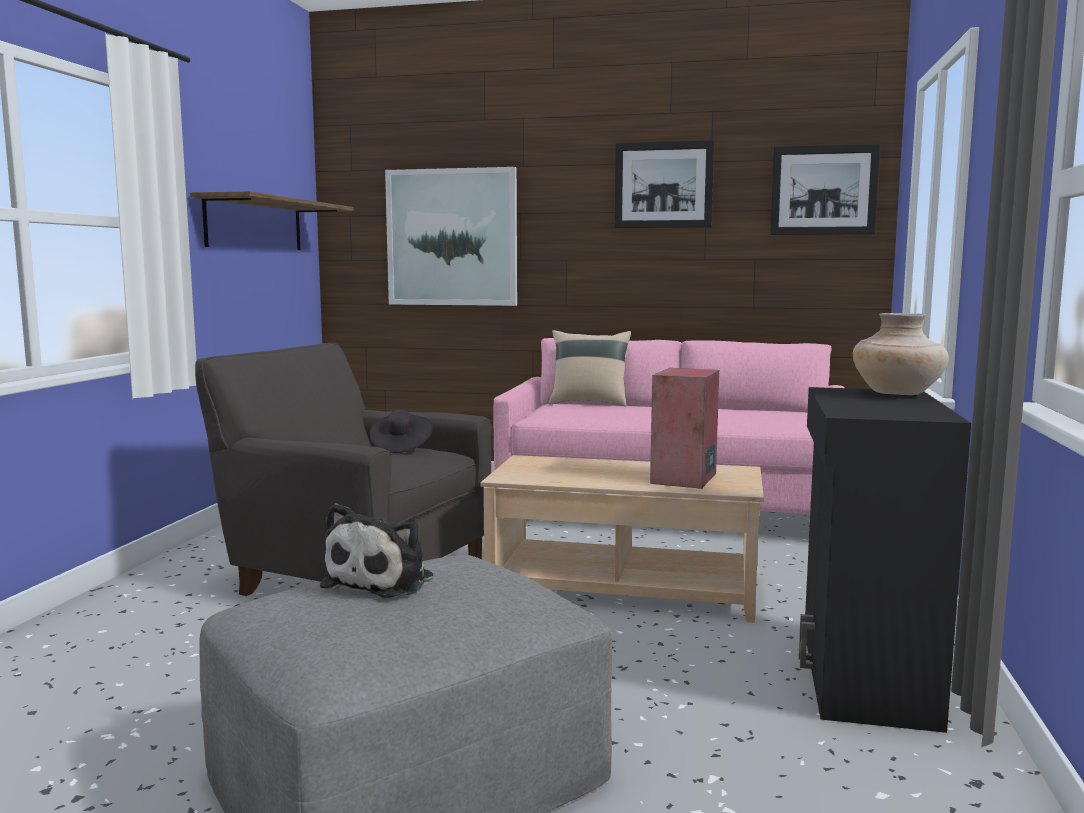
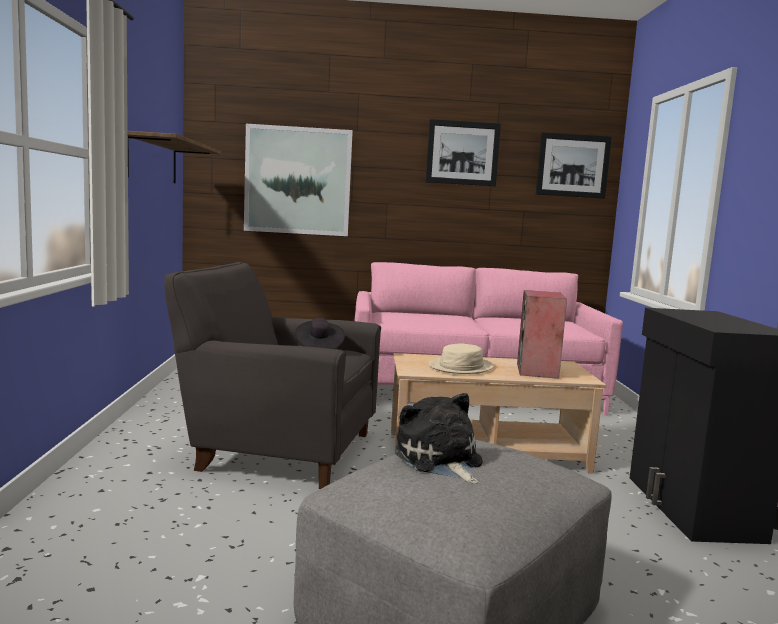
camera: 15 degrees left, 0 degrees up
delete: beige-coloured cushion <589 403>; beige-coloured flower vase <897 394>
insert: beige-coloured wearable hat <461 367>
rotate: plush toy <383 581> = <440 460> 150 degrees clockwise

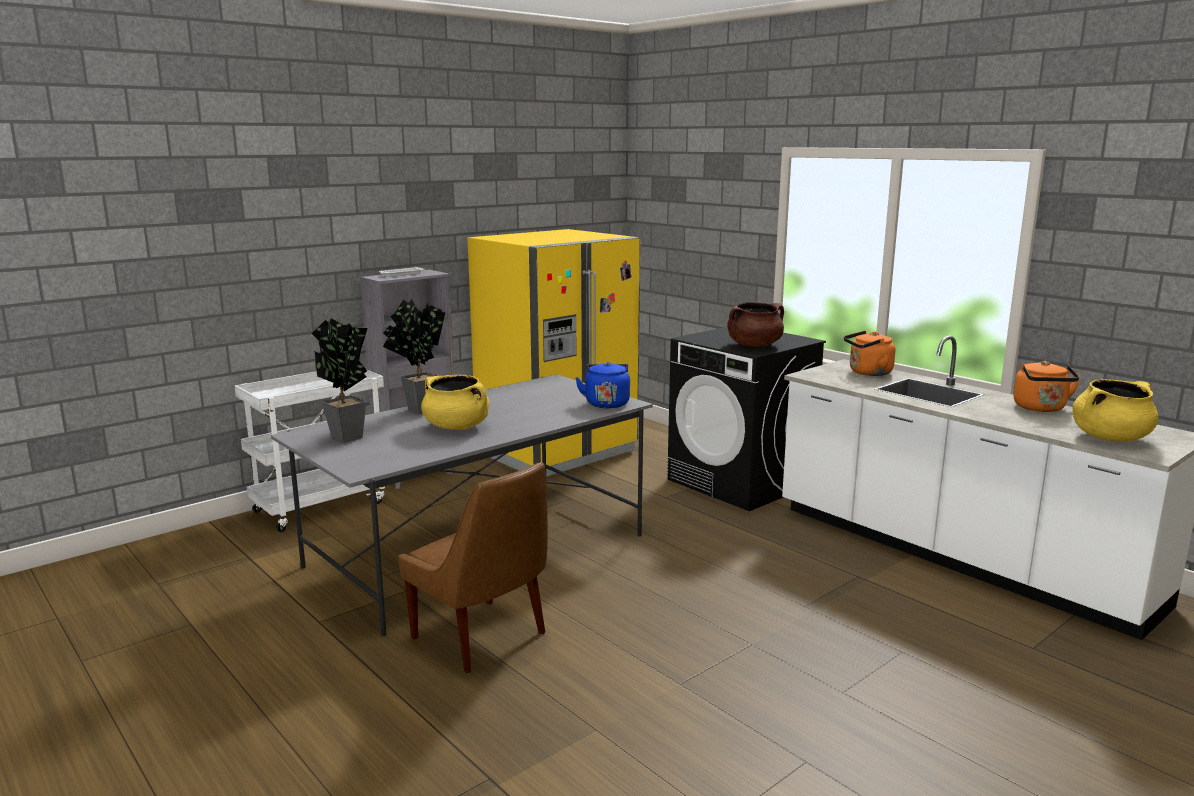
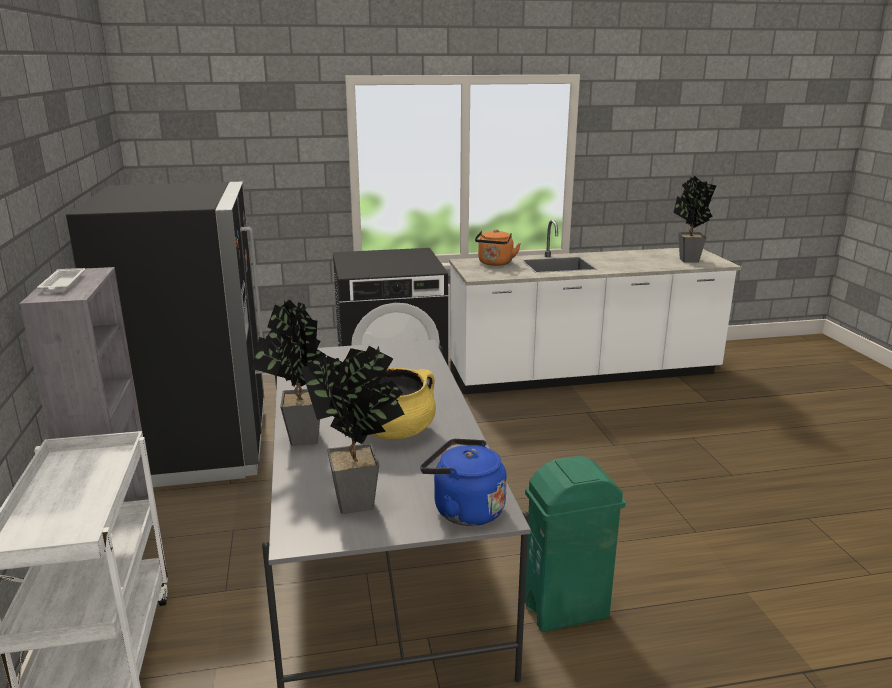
camera: 60 degrees left, 5 degrees up
delete: brown-coloured stockpot <754 345>; orangey tea kettle <1041 408>
move: blue-coloured tea kettle <606 403> to <464 510>
replace: brown-coloured upright chair <482 638> to green-coloured trash can <567 611>; yellowish stockpot <1110 438> to plant in a pot <688 261>
recolor: yellowish kitchen fridge <557 452> to black kitchen fridge <199 446>

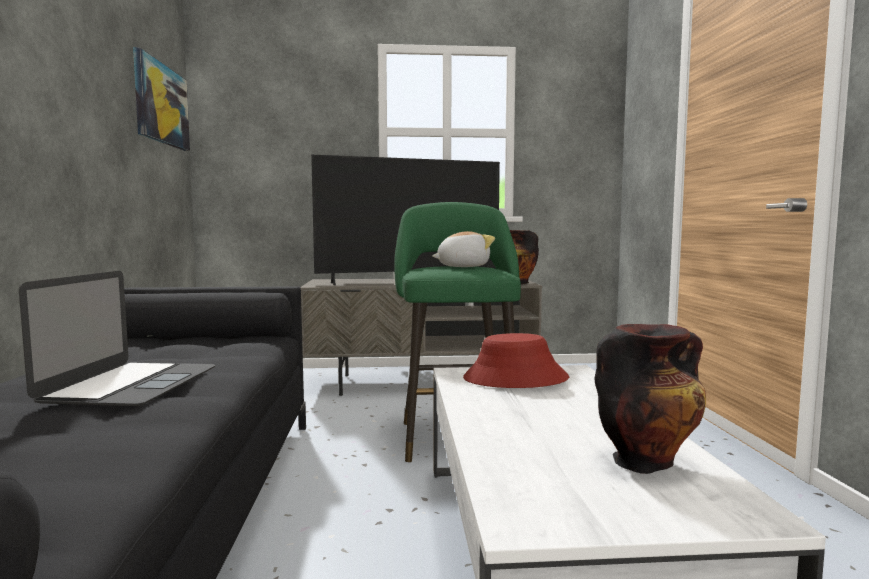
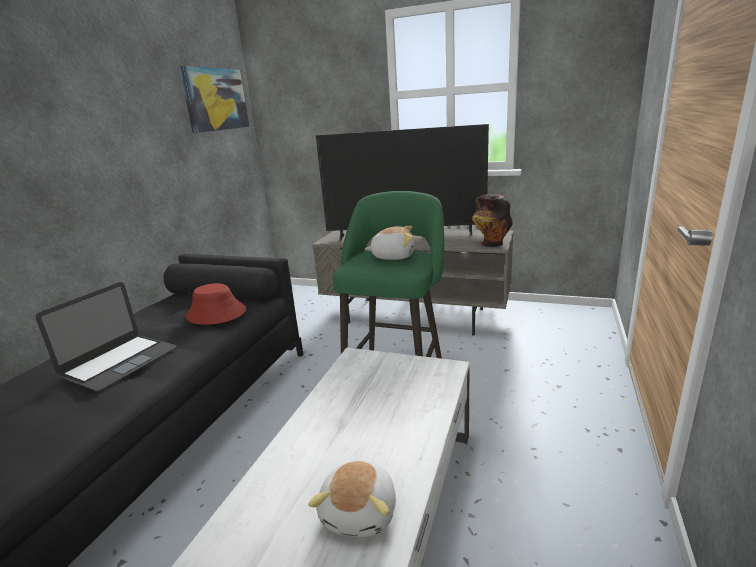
camera: 25 degrees right, 15 degrees up
move: red wearable hat <515 379> to <216 314>
replace: flower vase <645 460> to plush toy <361 512>

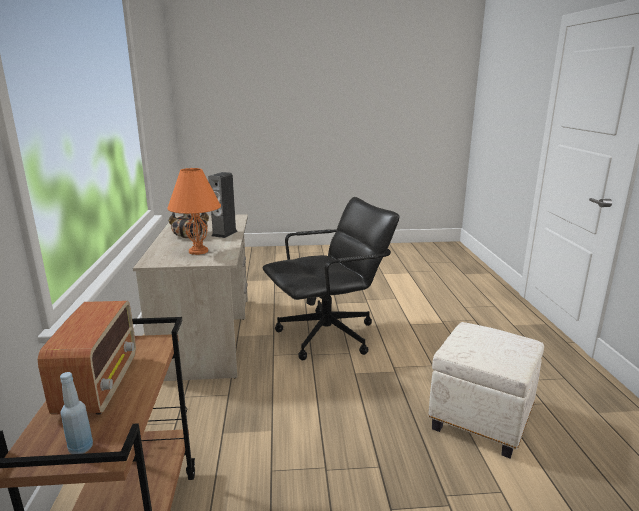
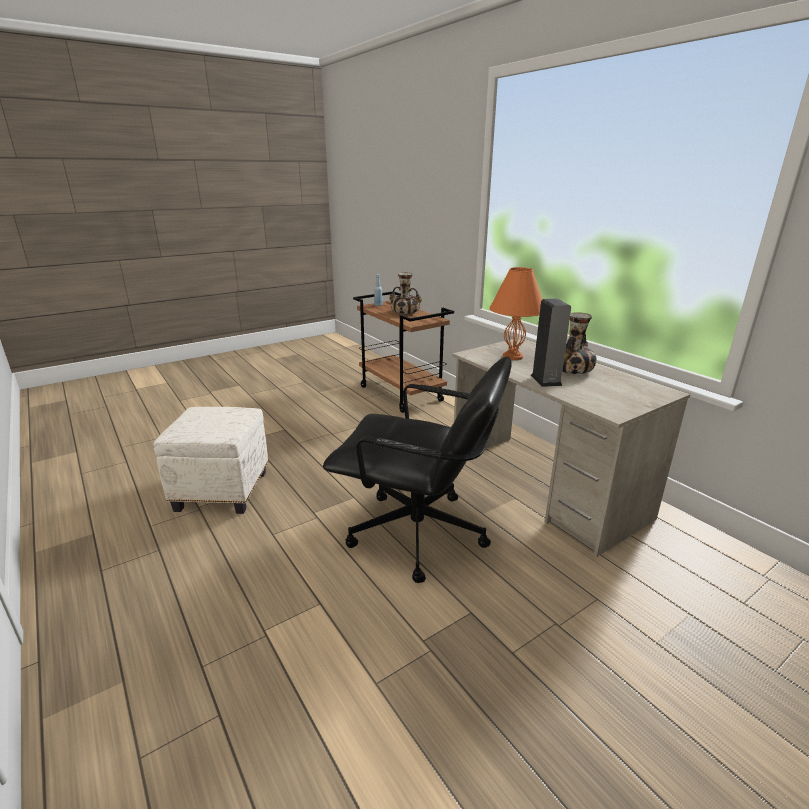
camera: 150 degrees right, 5 degrees up
replace: radio <100 384> to flower vase <405 312>
rotate: black computer chair <328 336> = <419 534> 105 degrees counterclockwise

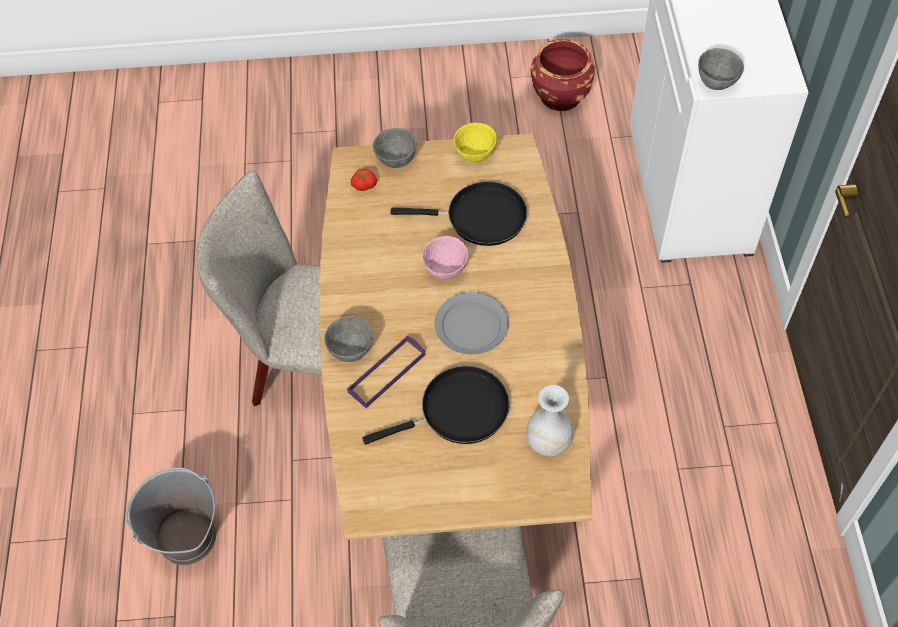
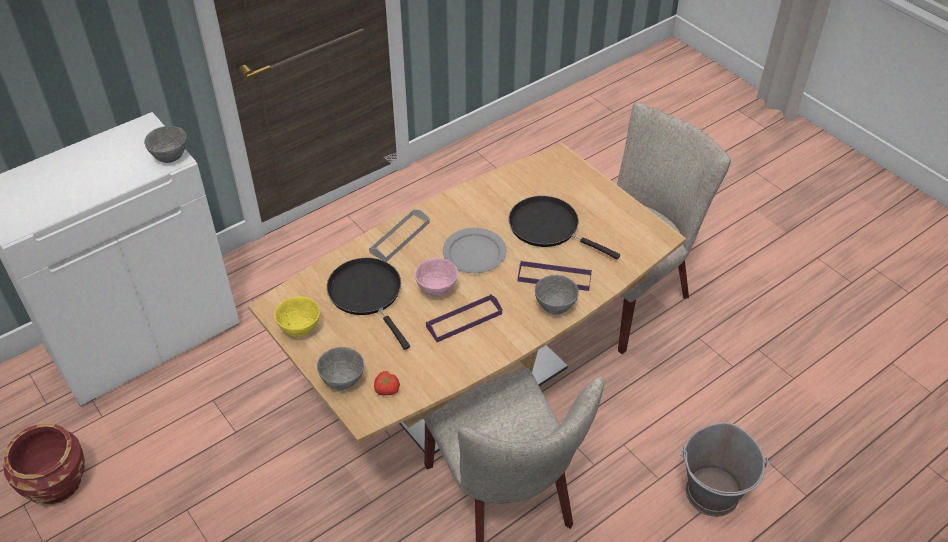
camera: 125 degrees left, 10 degrees down
delete: white flower vase <548 443>
insert: grey carrying tray <400 237>; purple carrying tray <464 320>

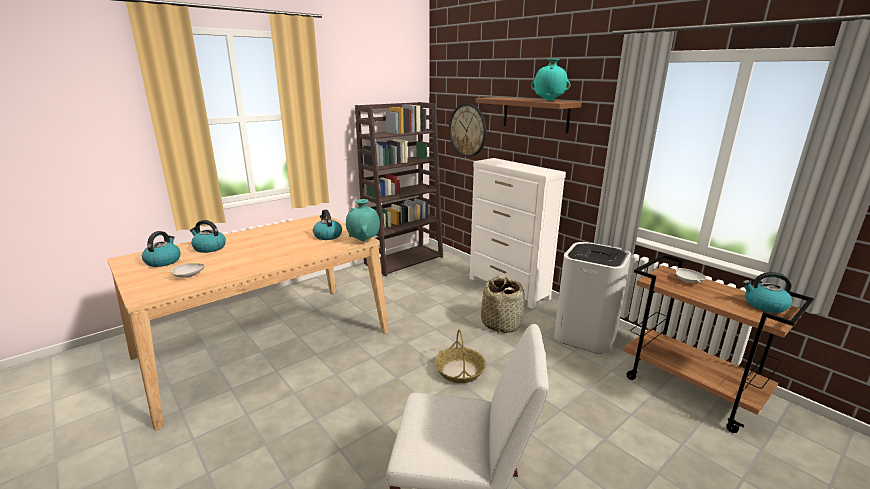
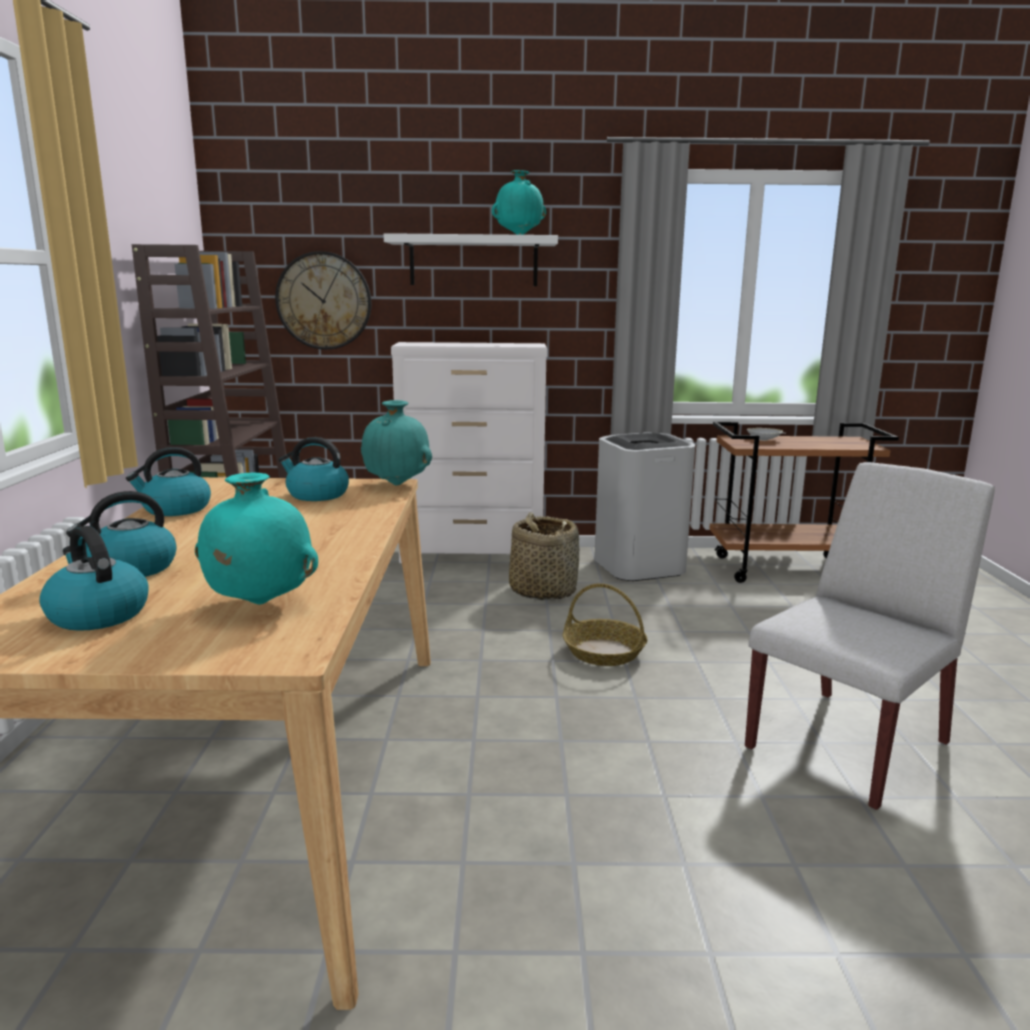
camera: 50 degrees left, 5 degrees down
move: tea kettle <764 305> to <175 509>
replace: white bowl <188 276> to turquoise-coloured flower vase <259 604>
recolor: brown-coloured wall shelf <535 114> to white wall shelf <473 261>

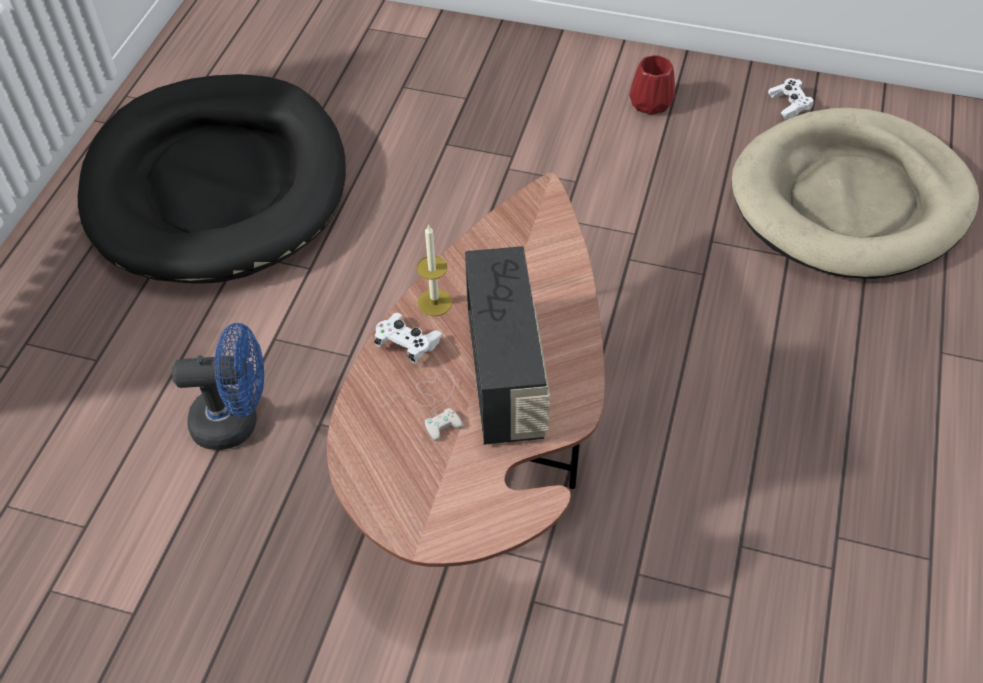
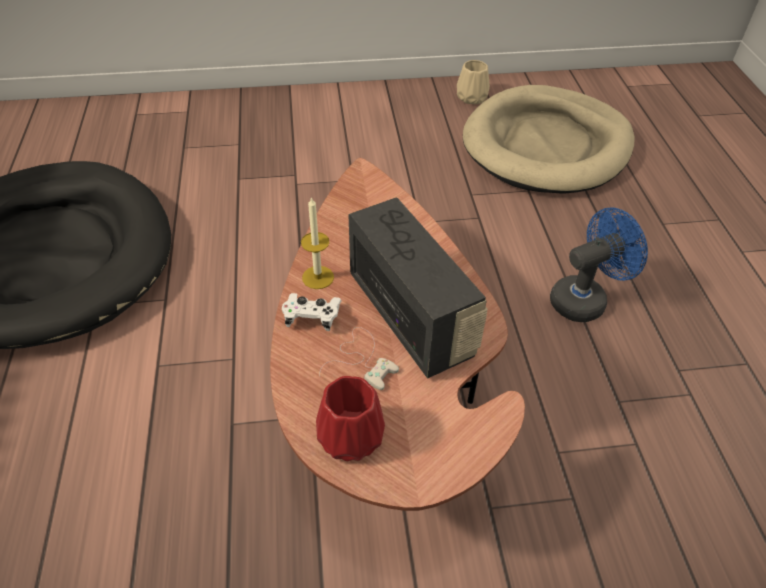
camera: 25 degrees left, 5 degrees down
move: blue-coloured cooling fan <236 421> to <584 299>; red flower vase <650 104> to <350 439>
replace: white joypad <789 105> to beige-coloured flower vase <472 98>

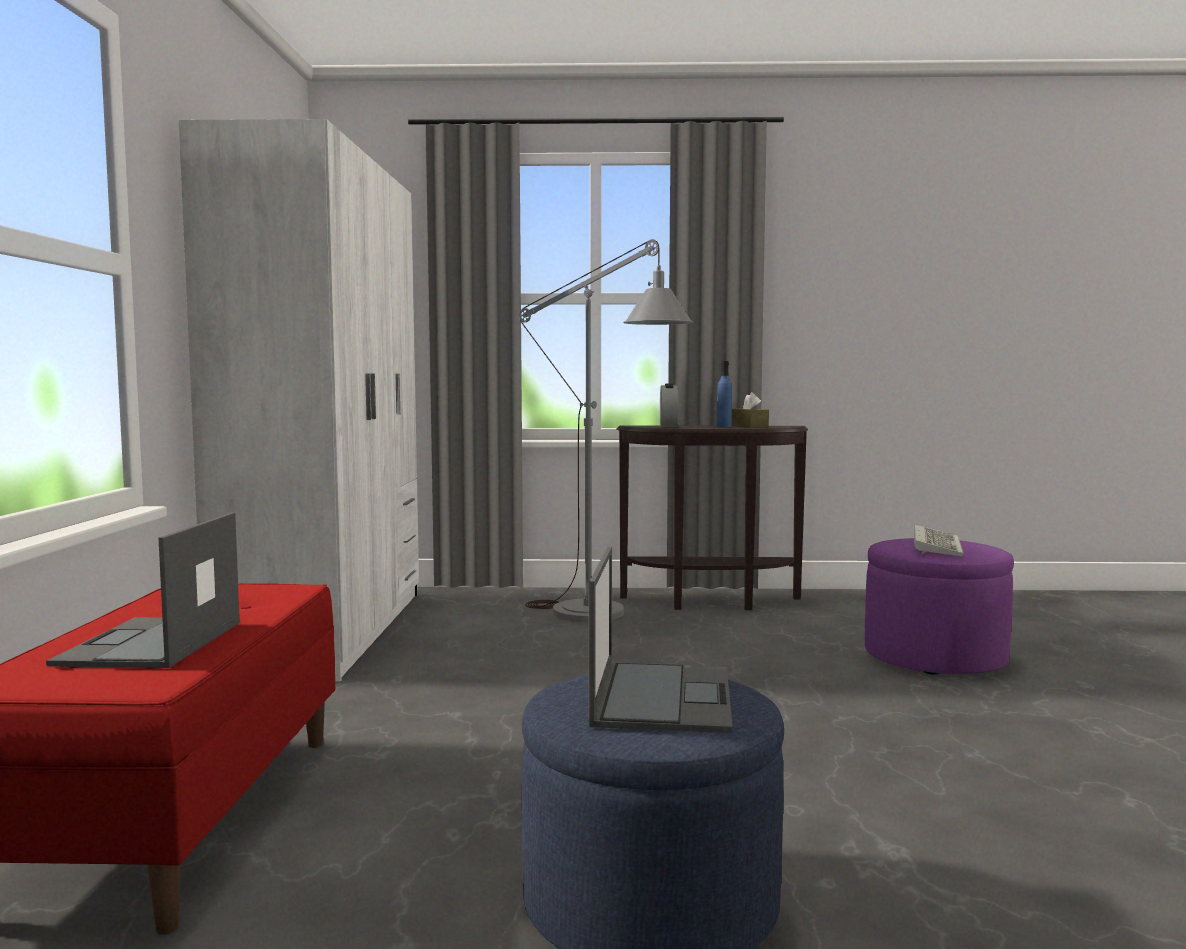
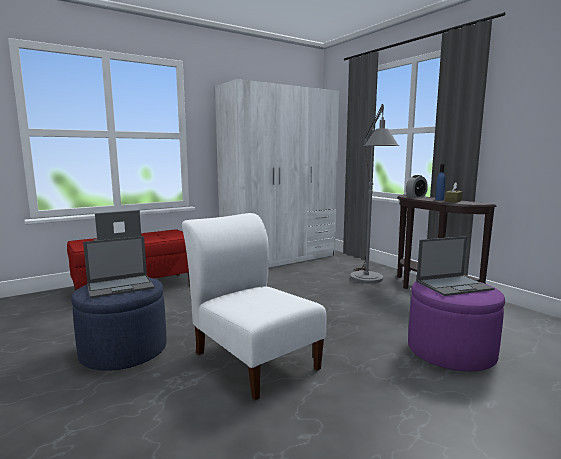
camera: 55 degrees right, 5 degrees up
insert: white upright chair <253 358>
replace: computer keyboard <935 545> to laptop <454 285>

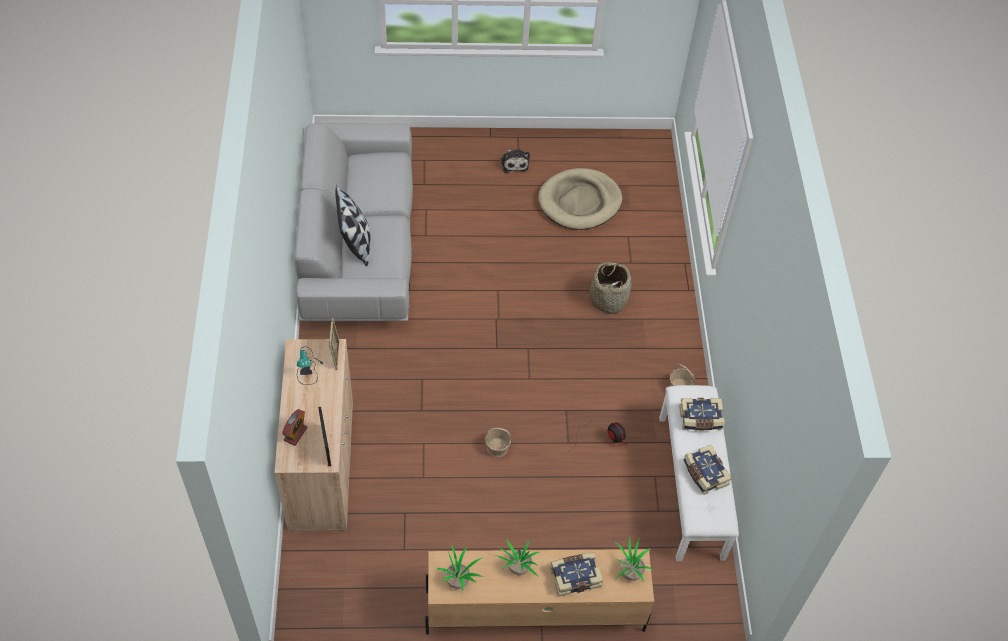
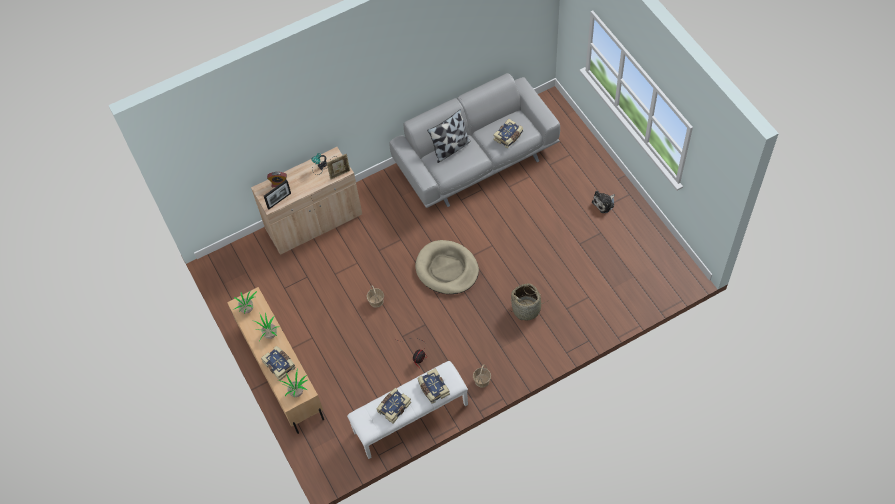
camera: 70 degrees right, 5 degrees up
insert: book <508 137>
move: beige-coloured pet bed <579 202> to <447 269>

